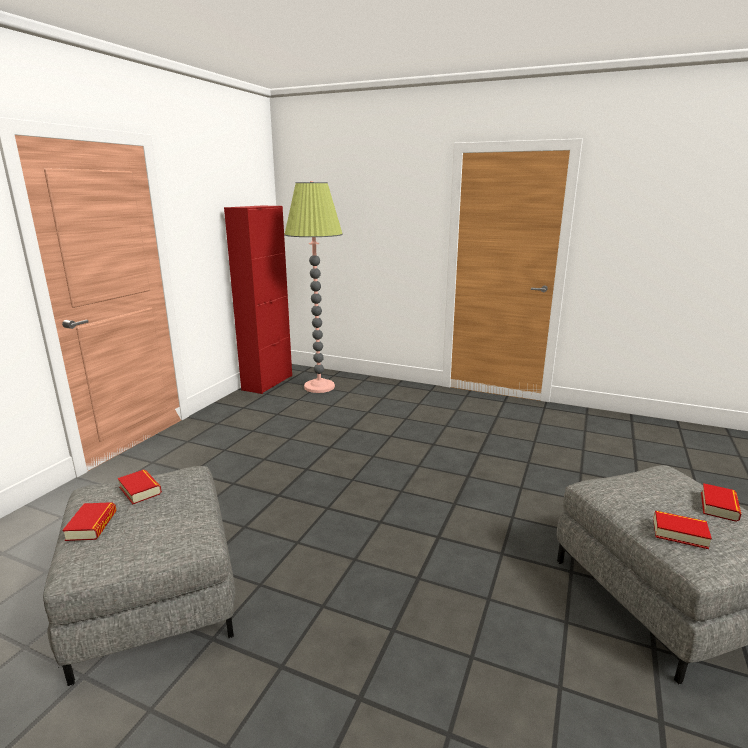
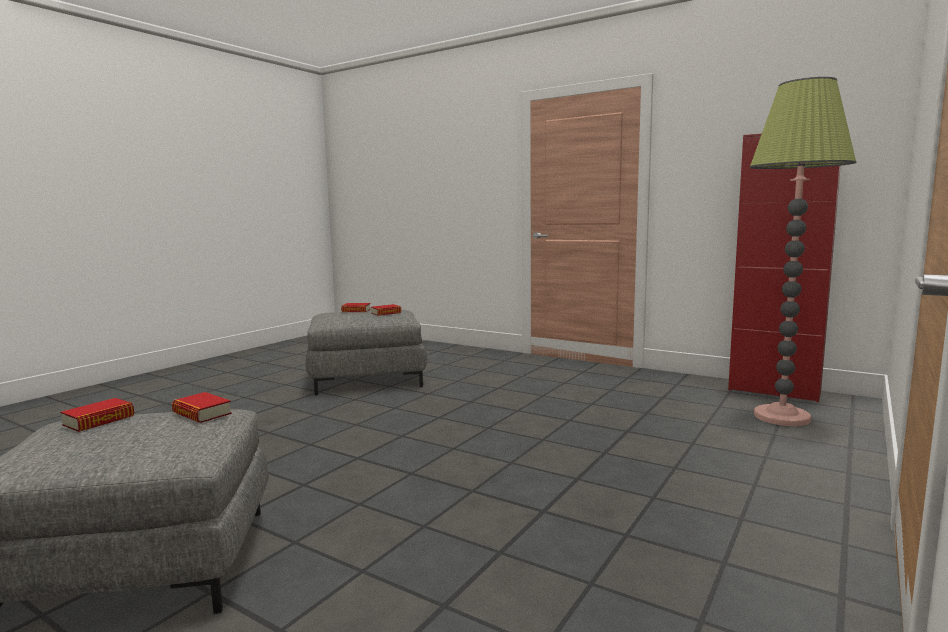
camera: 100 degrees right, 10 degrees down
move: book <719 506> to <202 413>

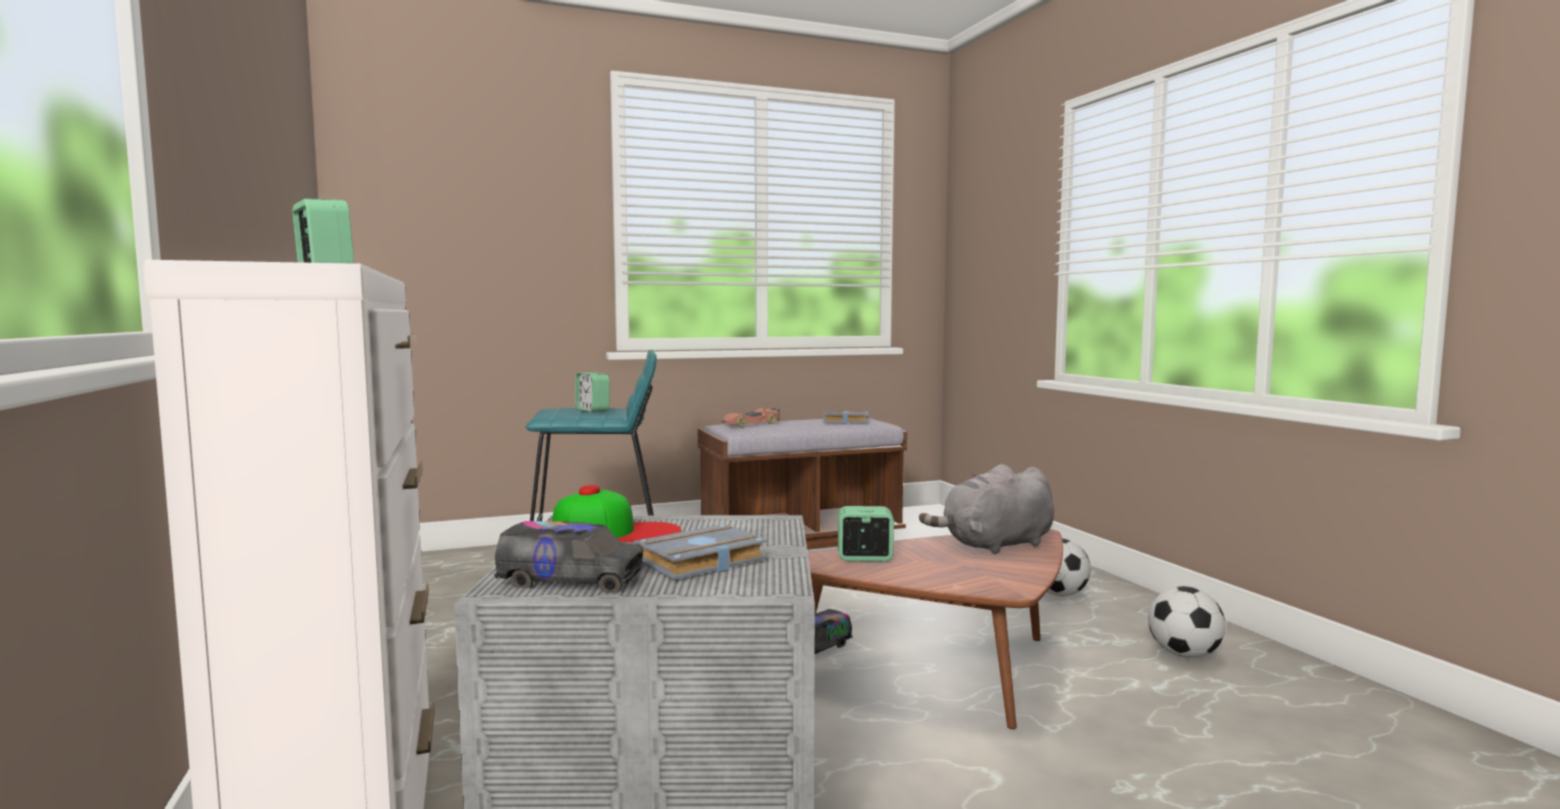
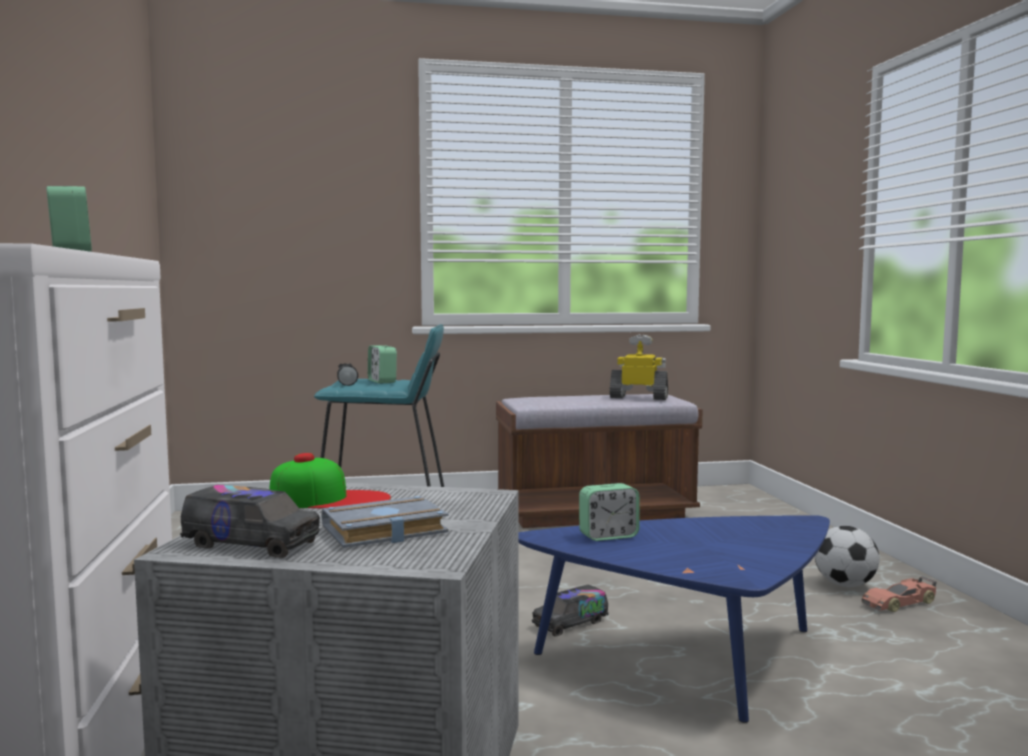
camera: 10 degrees right, 0 degrees up
delete: grey plush toy <994 545>; football ball <1184 654>
insert: black flashlight <346 381>
move: miniature car <751 424> to <900 603>
replace: grey book <844 421> to toy robot <639 397>
recolor: brown-coloured coffee table <947 678> to blue-coloured coffee table <693 663>
rotate: alarm clock <865 558> = <608 536> 150 degrees clockwise

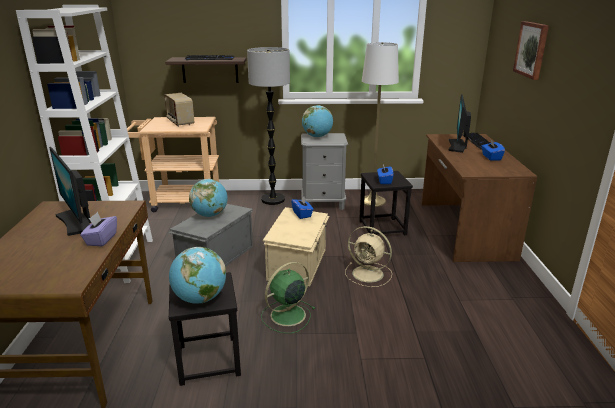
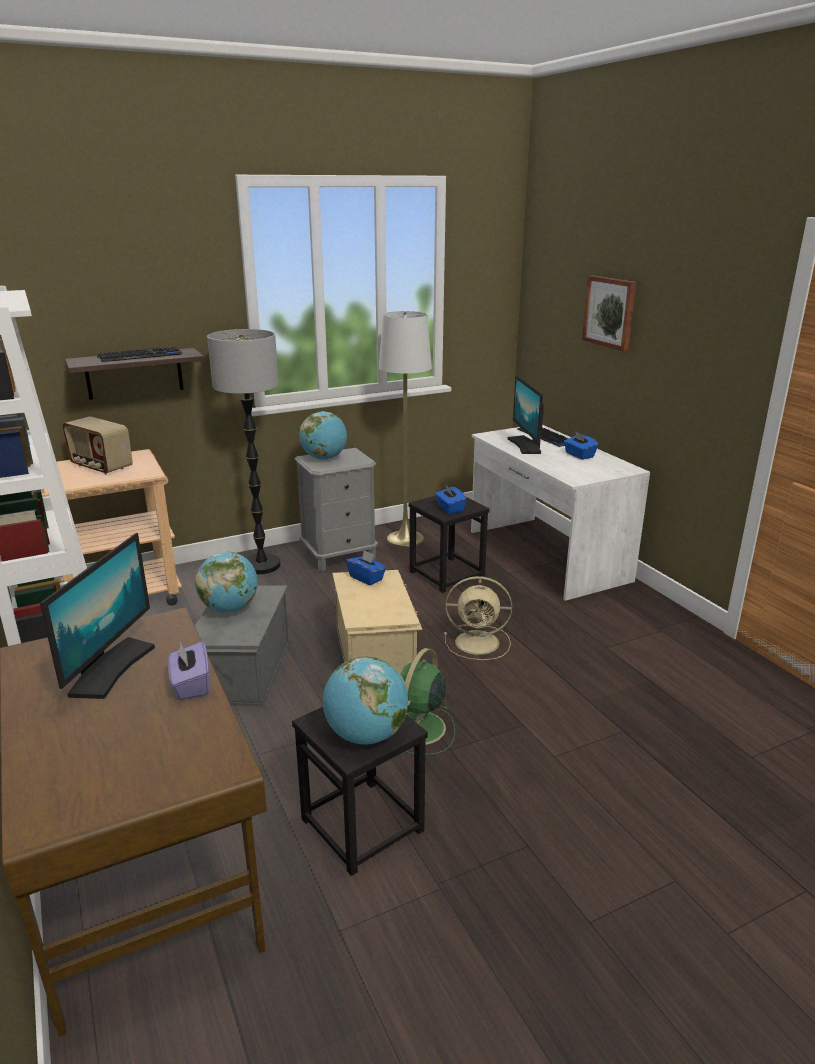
camera: 25 degrees left, 0 degrees up
recolor: brown-coloured desk unit <463 229> to white desk unit <546 555>
rotate: computer display <75 222> = <110 668> 105 degrees counterclockwise

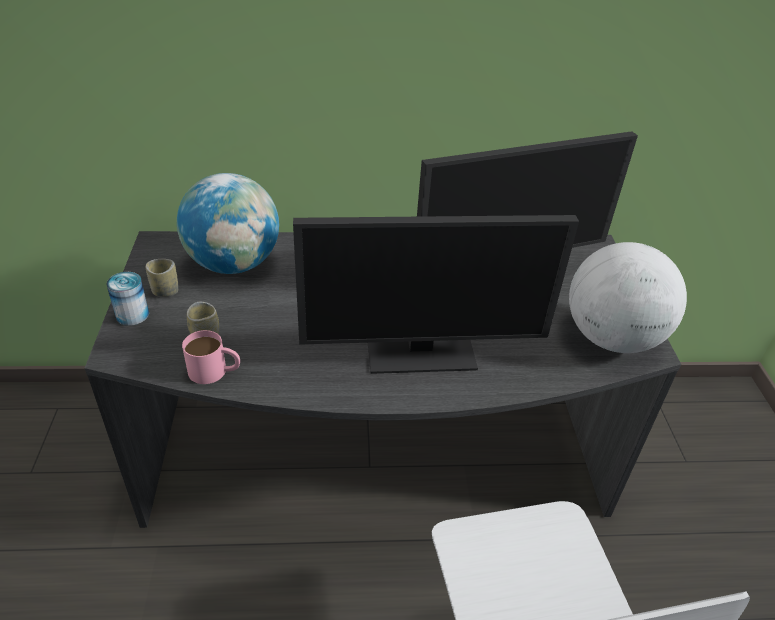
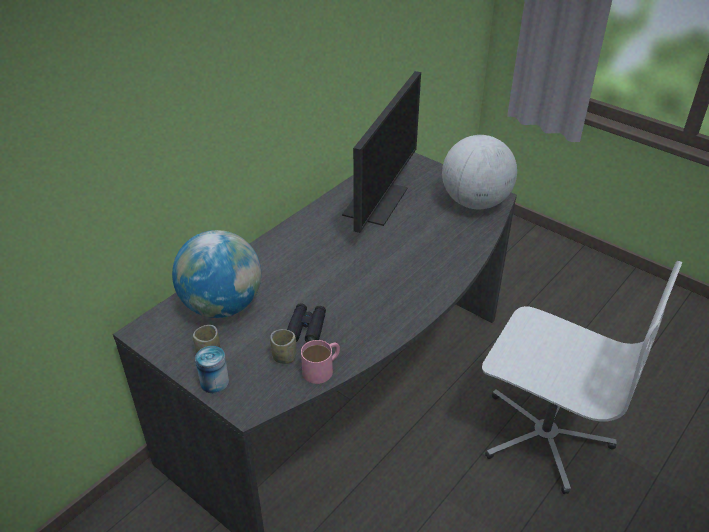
camera: 45 degrees left, 0 degrees up
delete: computer display <421 349>
insert: black field glasses <306 328>

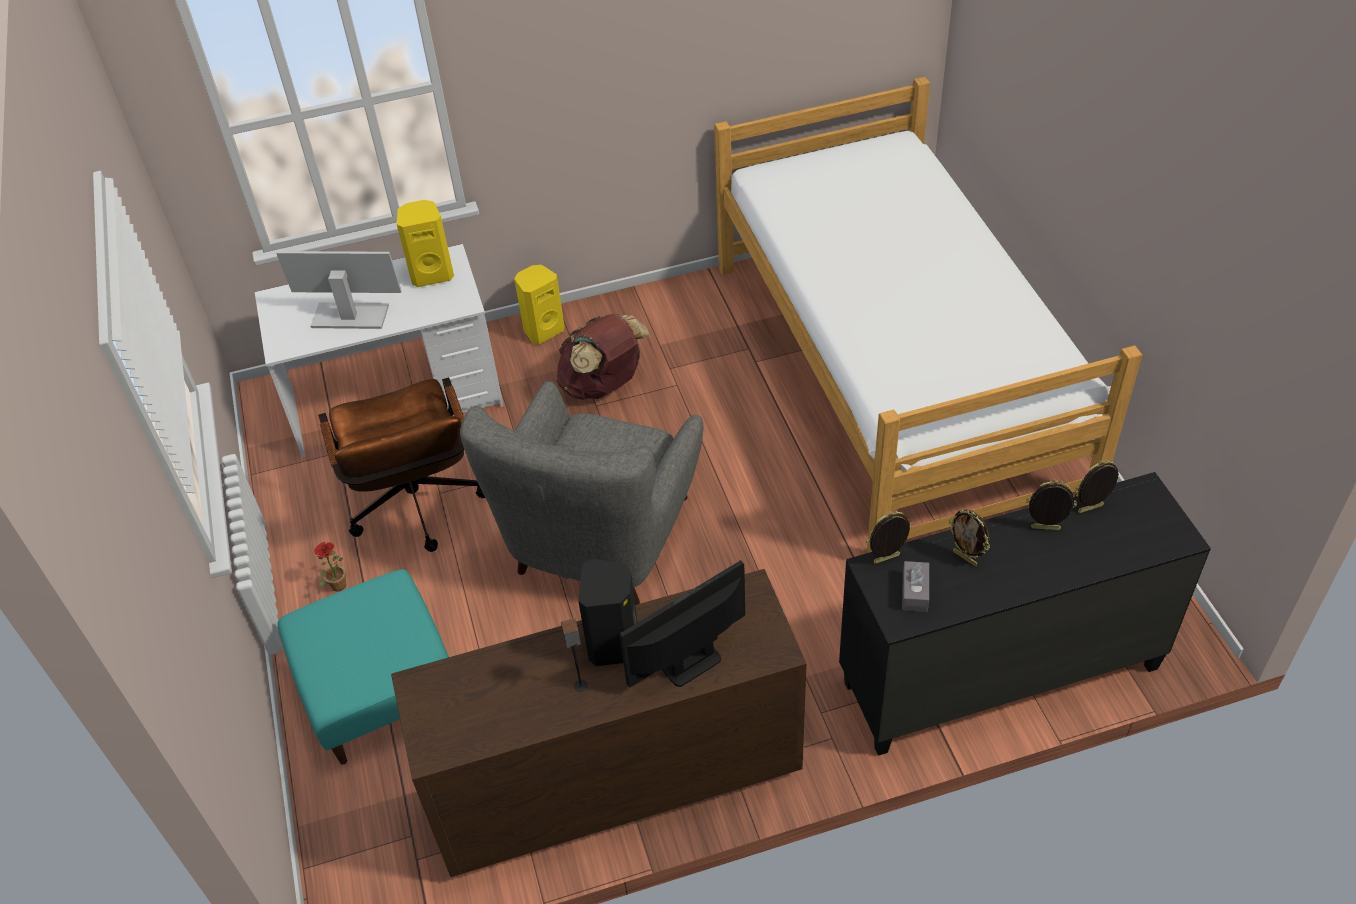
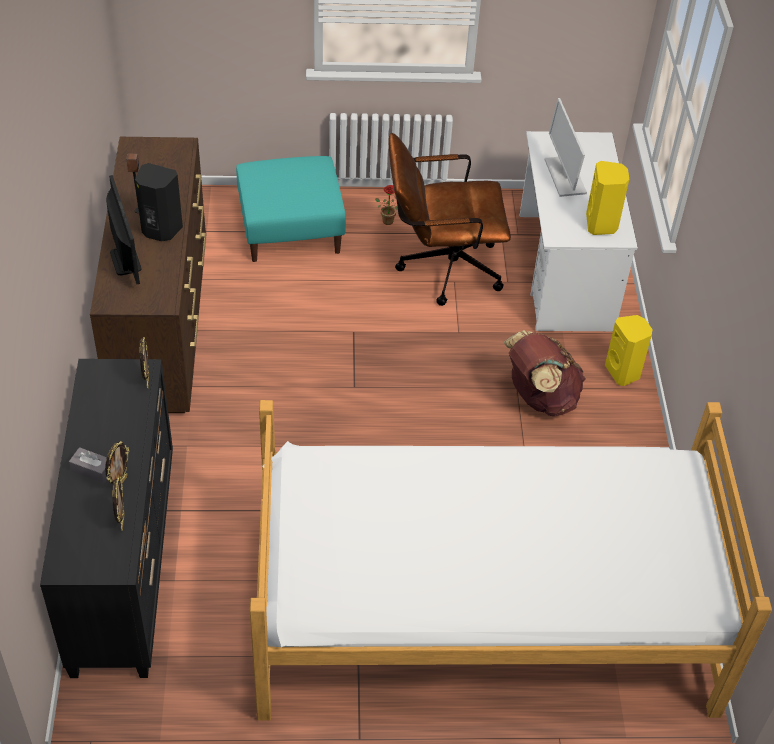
camera: 100 degrees right, 0 degrees up
delete: grey easy chair <600 540>; photo frame <965 558>
move: grey tissue box <915 592> to <92 470>
rotate: computer display <351 316> = <564 176> 150 degrees clockwise

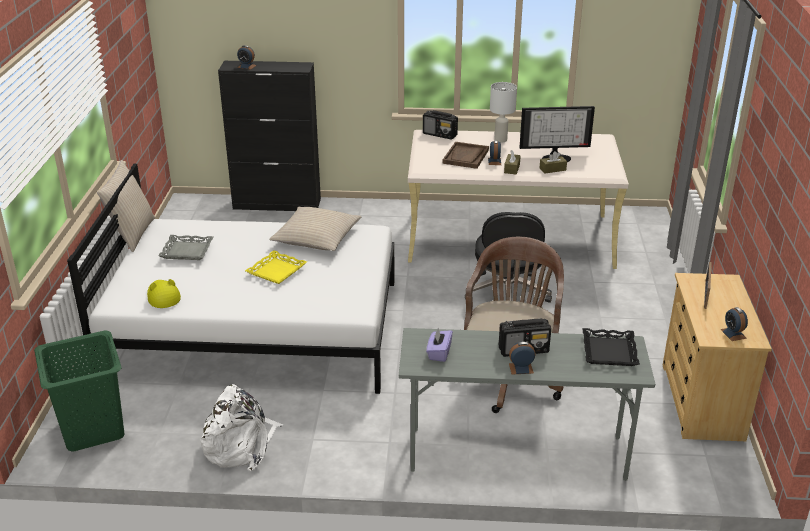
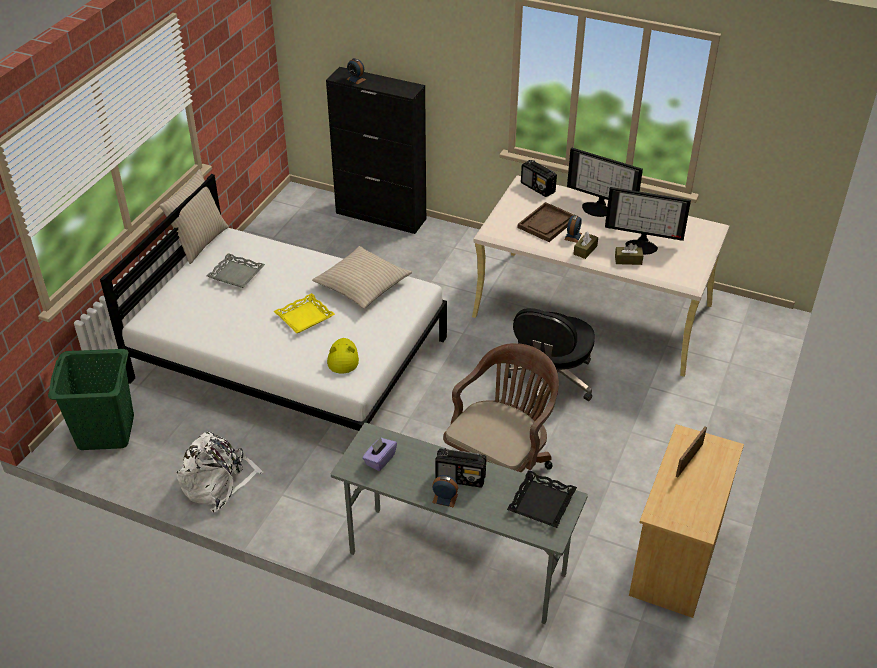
camera: 20 degrees right, 10 degrees up
delete: alarm clock <733 334>
move: yellowish wearable hat <163 296> to <342 358>
replace: white lamp for a table <501 140> to computer display <598 208>

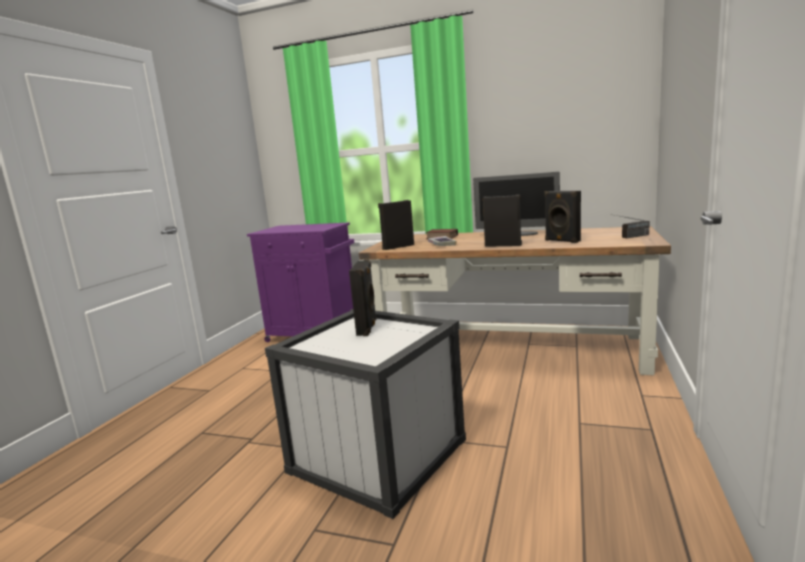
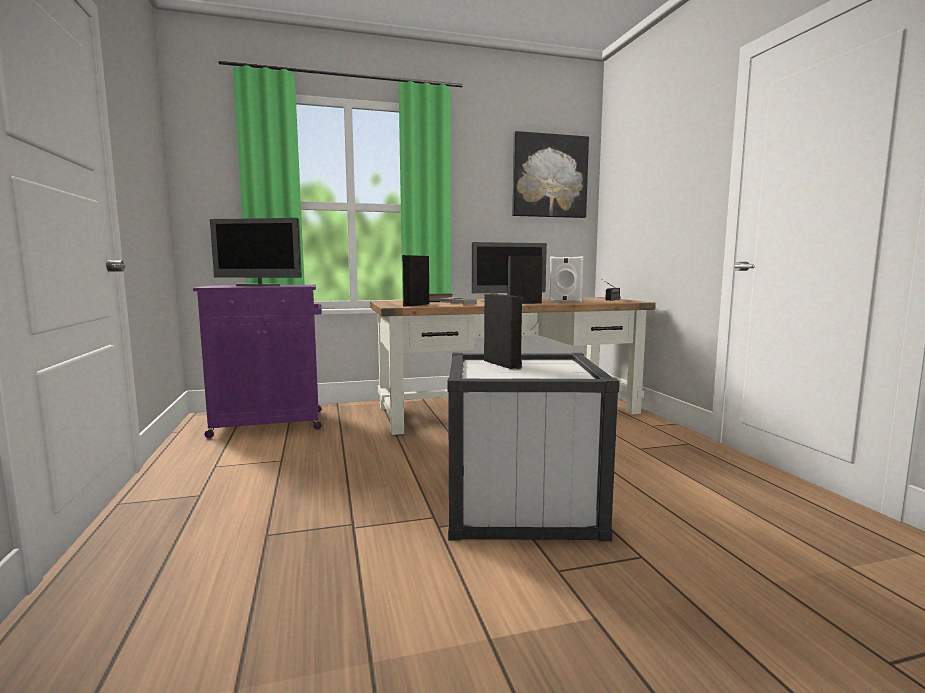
camera: 35 degrees left, 5 degrees down
insert: computer display <258 286>; wall picture <549 176>
recolor: black speaker <561 241> to white speaker <565 301>

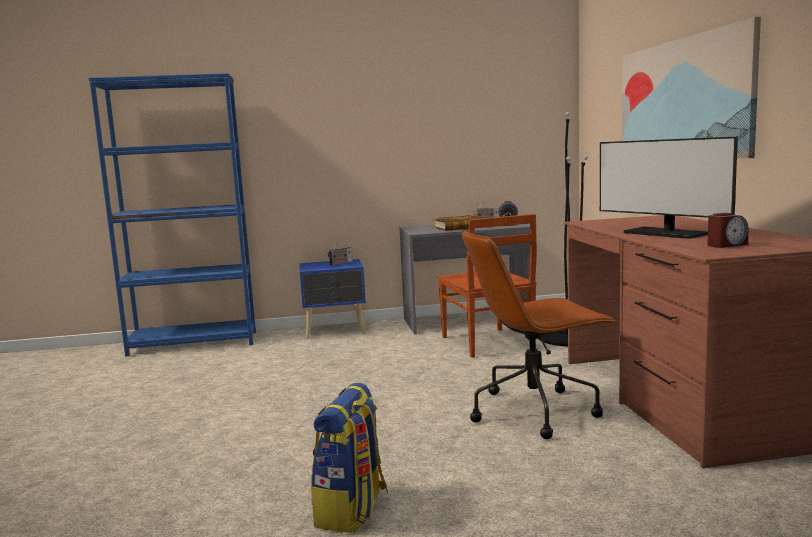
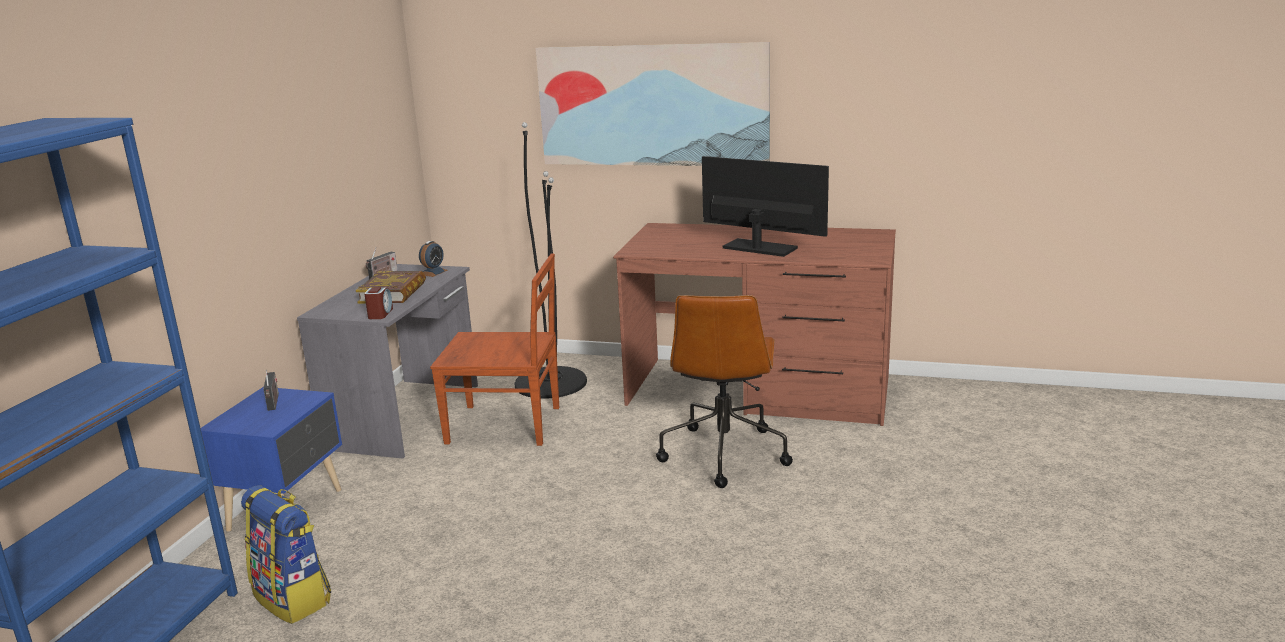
camera: 65 degrees left, 10 degrees up
move: backpack <352 510> to <294 598>; alarm clock <726 245> to <380 314>
rotate: computer display <665 233> = <759 248> 135 degrees counterclockwise

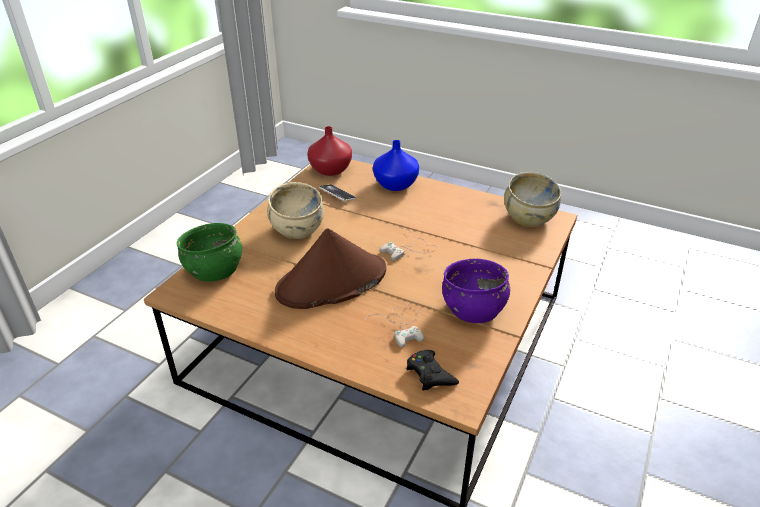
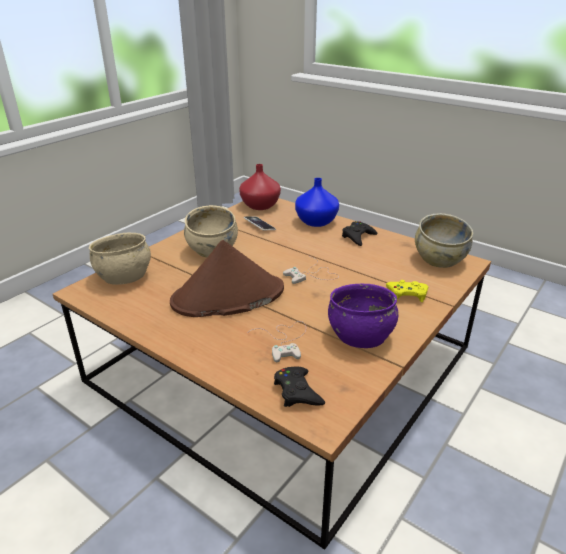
camera: 10 degrees right, 5 degrees down
insert: black joypad <358 237>; yellowish joypad <407 294>
recolor: green-coloured bowl <214 270> to beige-coloured bowl <124 276>

